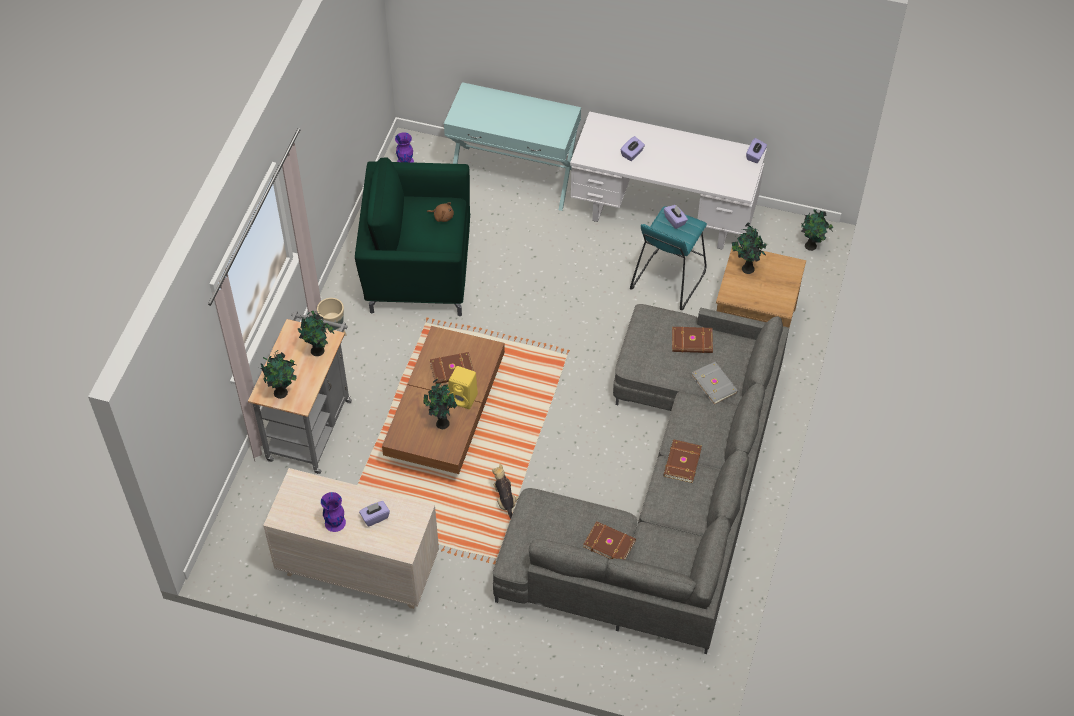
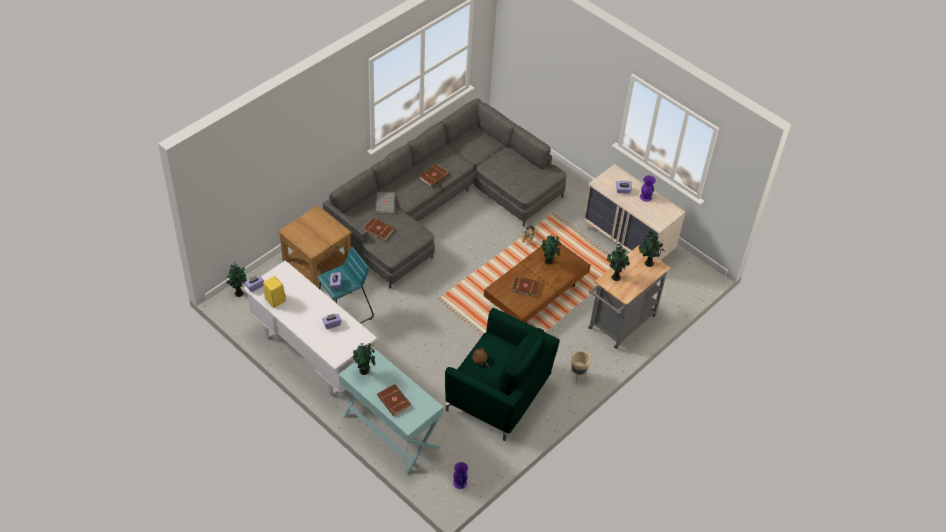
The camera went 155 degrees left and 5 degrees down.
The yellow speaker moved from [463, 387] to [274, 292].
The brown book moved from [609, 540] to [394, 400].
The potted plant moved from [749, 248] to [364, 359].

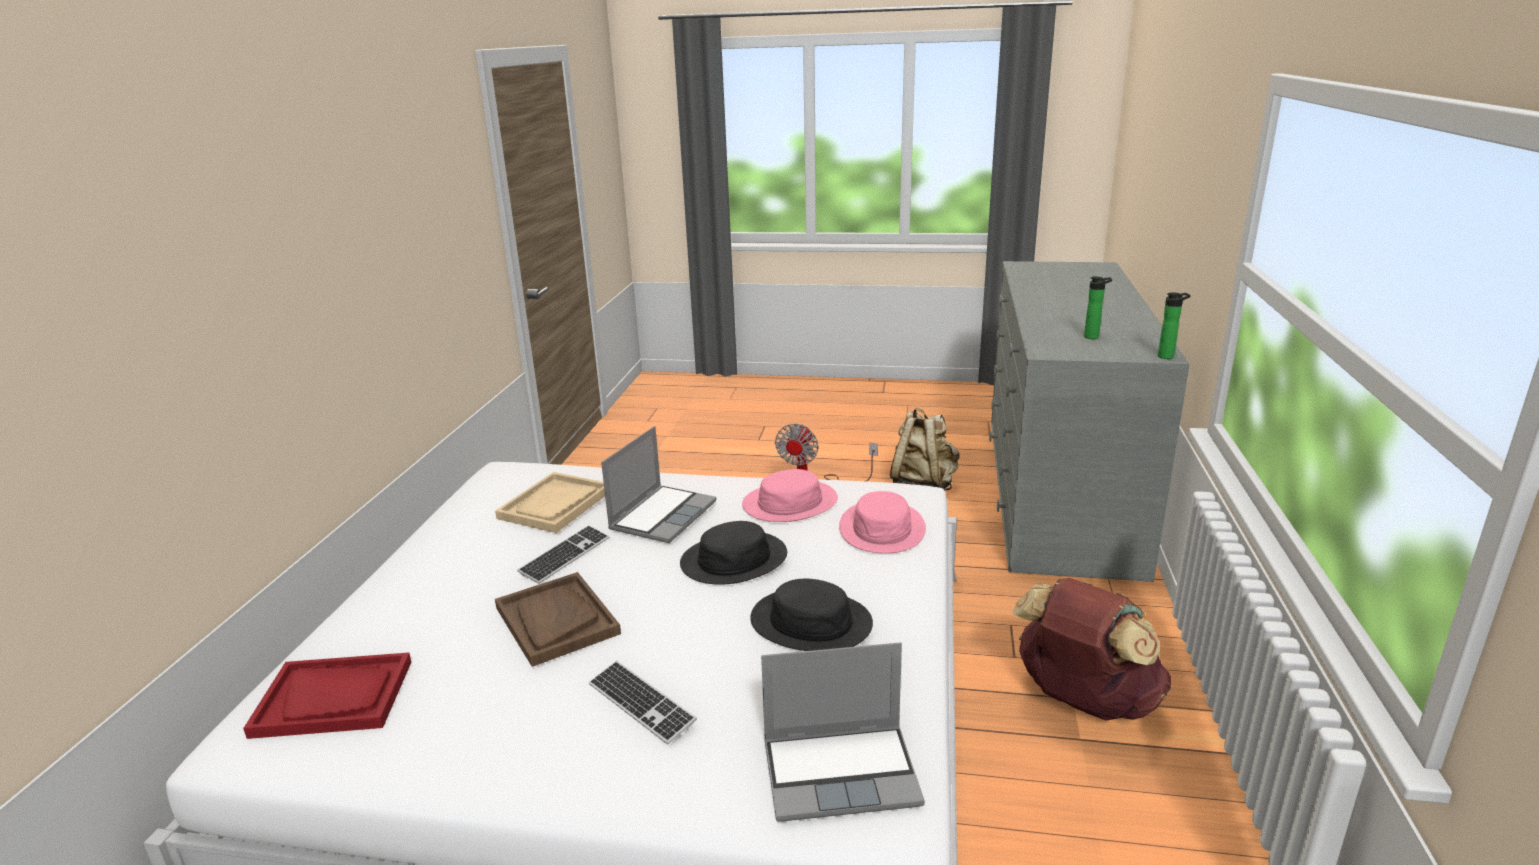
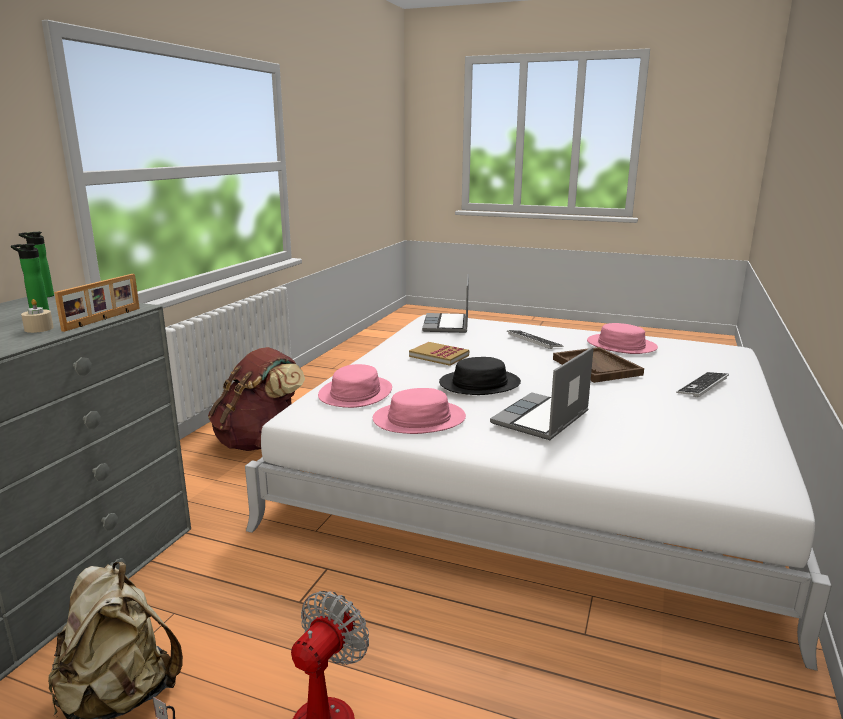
The camera went 170 degrees left and 5 degrees down.
The red tray at [327, 696] disappeared.
The beige tray at [550, 502] disappeared.
The keyboard moved from [563, 554] to [702, 384].
The black hat at [811, 615] was replaced by the book at [439, 354].
The laptop at [843, 732] turned 90 degrees counterclockwise.
The beige candle at [37, 316] appeared.
The picture frame at [97, 303] appeared.
The pink hat at [622, 338] appeared.

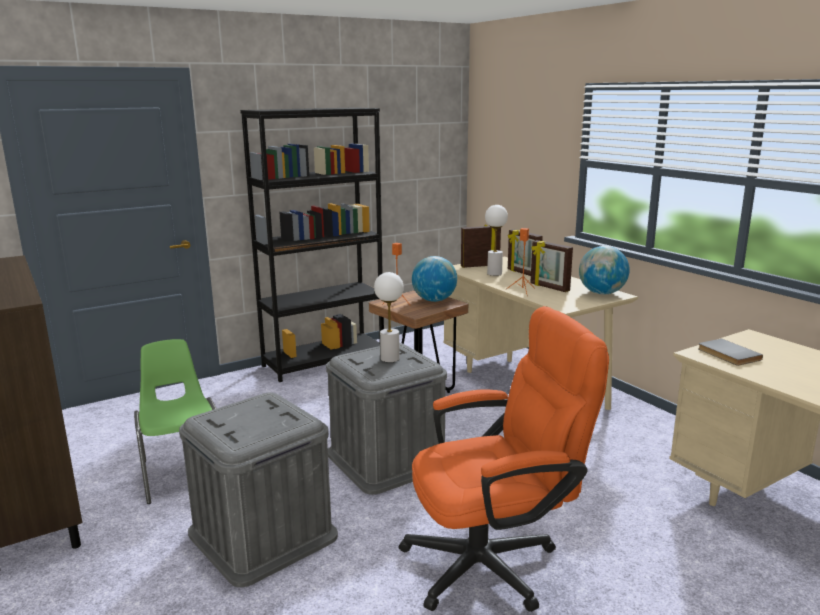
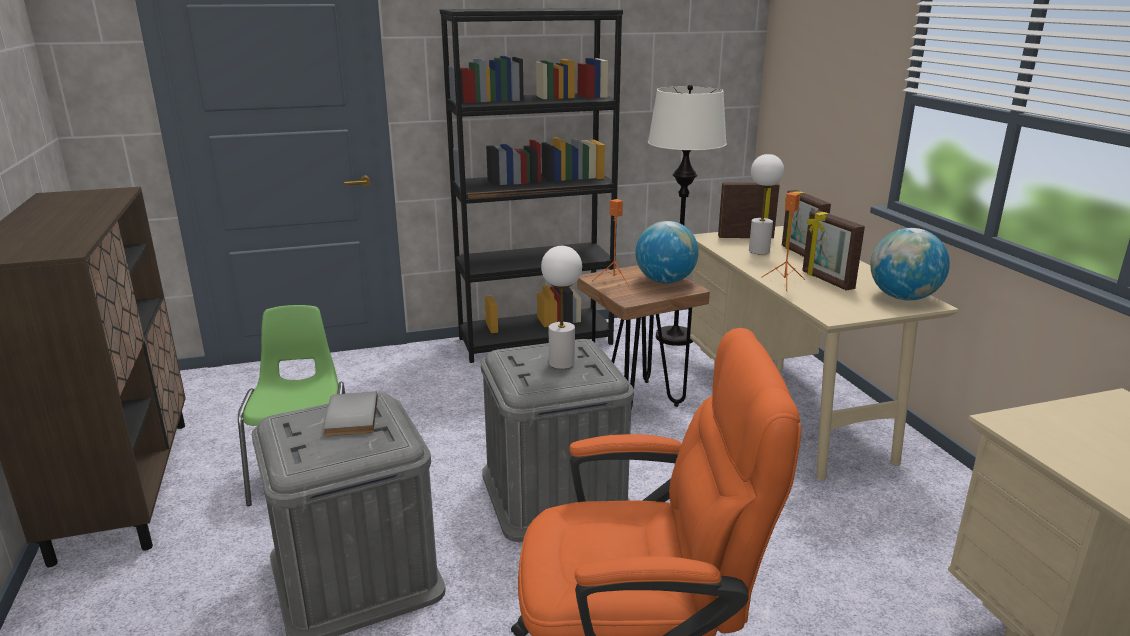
The camera went 15 degrees right and 5 degrees up.
The grey book moved from [730, 352] to [350, 414].
The white floor lamp at [687, 215] appeared.

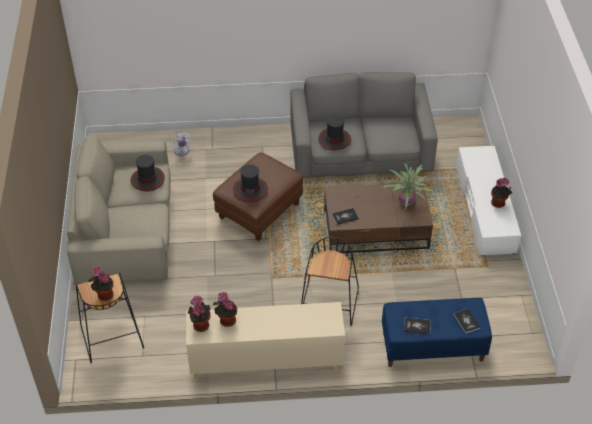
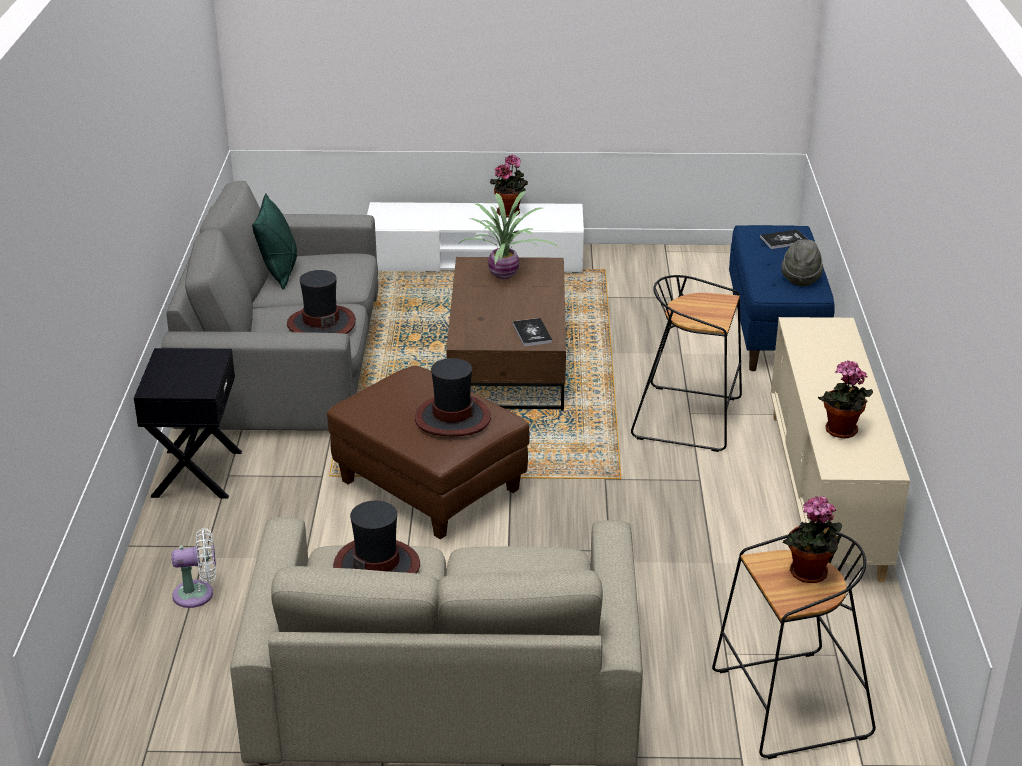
The camera went 85 degrees left and 15 degrees down.
The potted plant at [199, 314] disappeared.
The book at [417, 326] was replaced by the grey hat at [802, 262].
The black side table at [188, 423] appeared.
The green pillow at [274, 241] appeared.

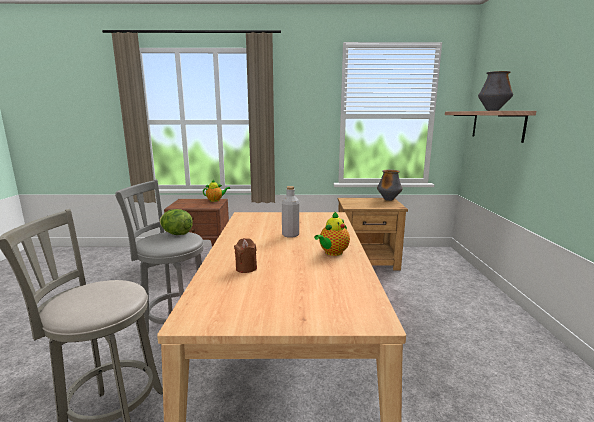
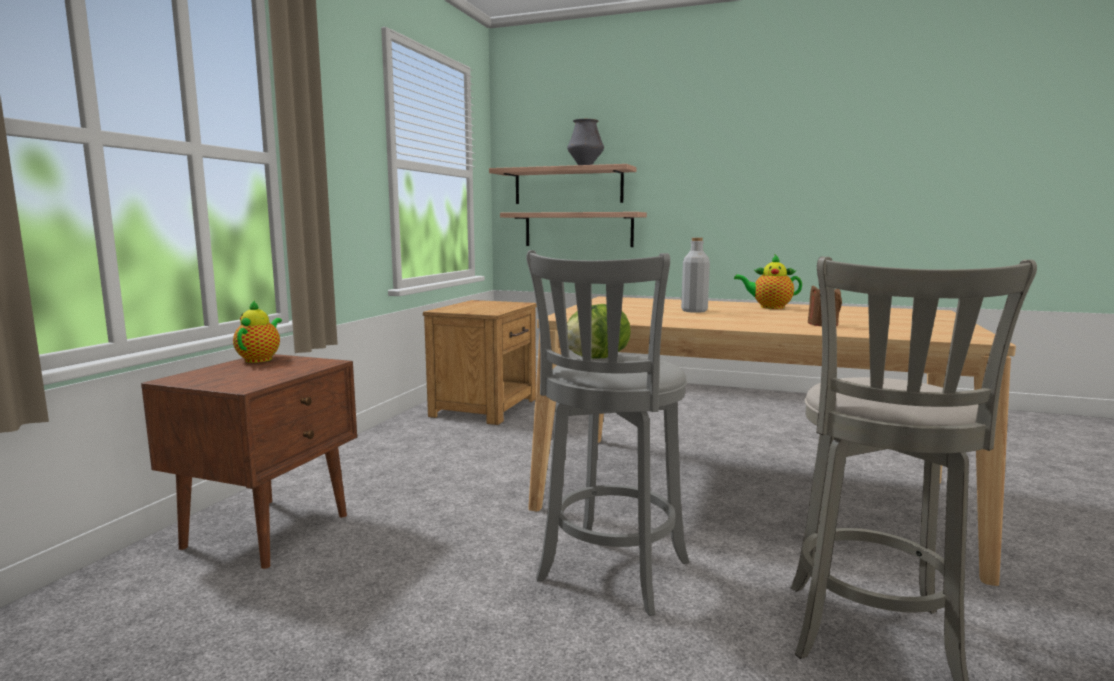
The camera went 70 degrees left and 5 degrees down.
The teapot at [332, 234] turned 135 degrees clockwise.
The vase at [390, 185] disappeared.
The shelf at [573, 229] appeared.

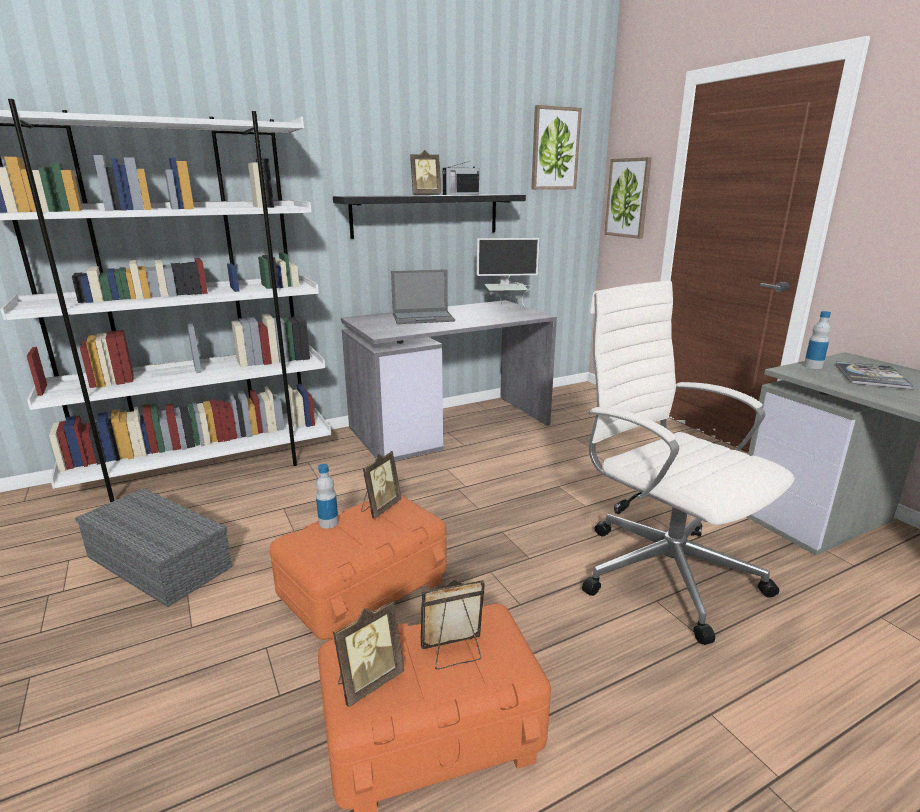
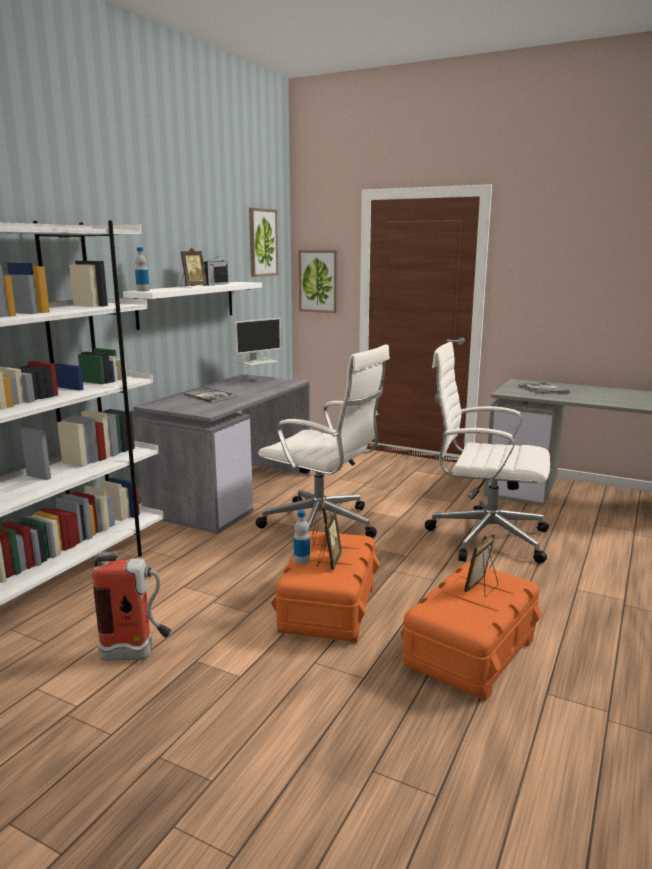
The camera went 35 degrees left and 5 degrees down.
The grey storage box at [153, 547] was replaced by the fire extinguisher at [132, 605].
The black shelf at [429, 216] became the white shelf at [192, 306].
The picture frame moved from [368, 653] to [329, 540].
The laptop at [423, 296] was replaced by the book at [210, 395].
The bottle moved from [817, 340] to [142, 269].
The white office chair at [322, 441] appeared.

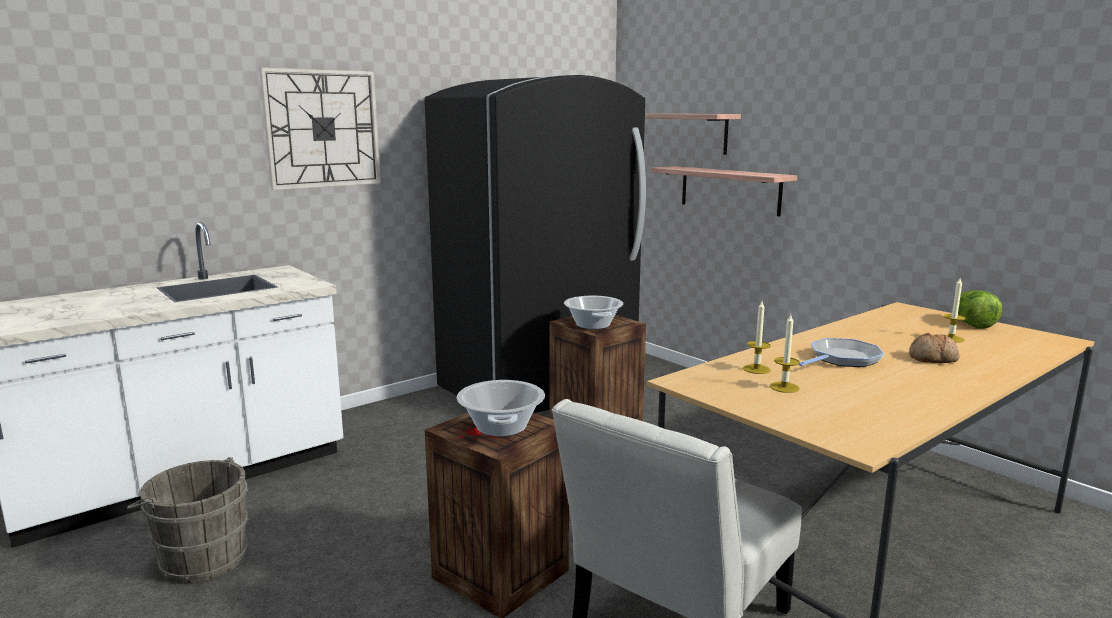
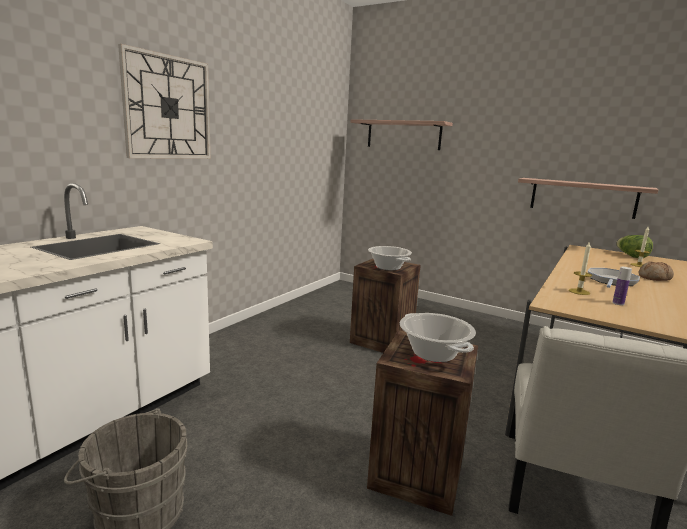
The camera went 20 degrees left and 0 degrees up.
The black fridge at [535, 244] disappeared.
The shelf moved from [724, 191] to [588, 198].
The candle at [785, 354] was replaced by the bottle at [622, 286].

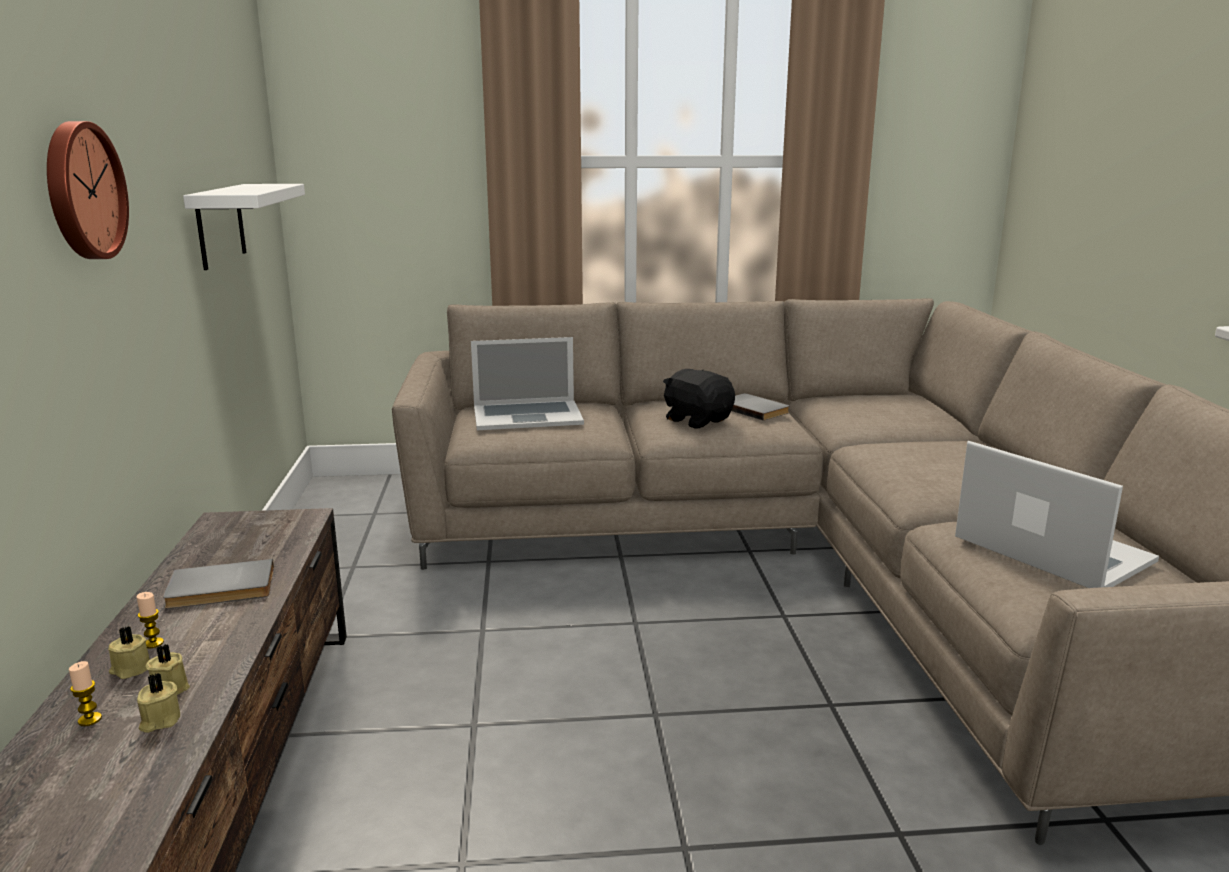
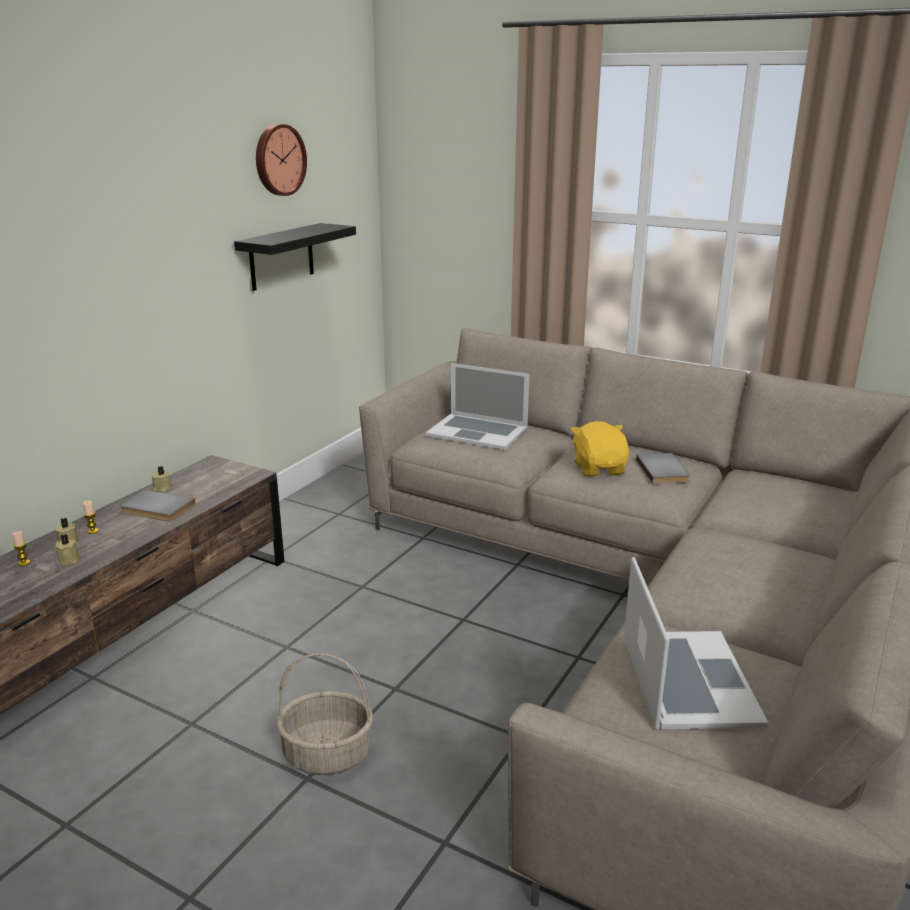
The camera went 35 degrees right and 5 degrees up.
The wall clock moved from [88, 190] to [281, 160].
The beige candle moved from [158, 703] to [162, 479].
The white shelf at [244, 227] became the black shelf at [295, 257].
The black plush toy at [699, 398] became the yellow plush toy at [600, 449].
The basket at [325, 714] appeared.

